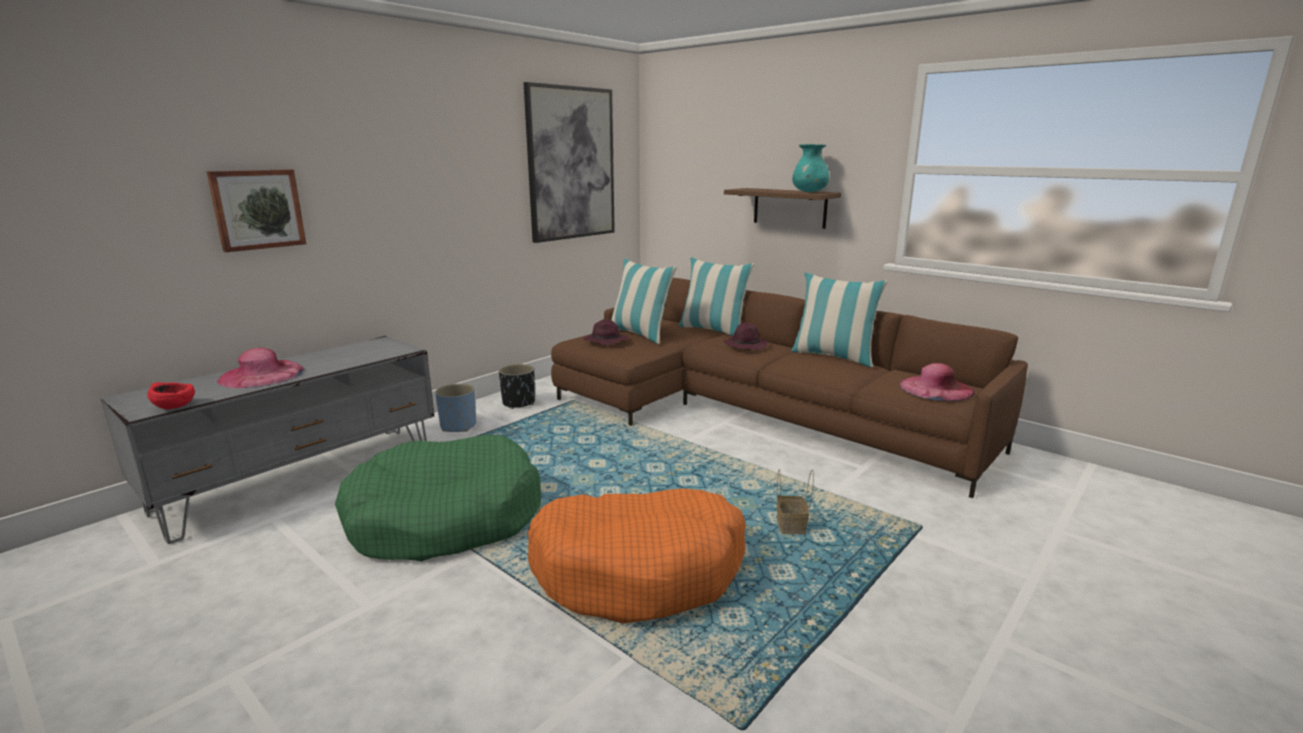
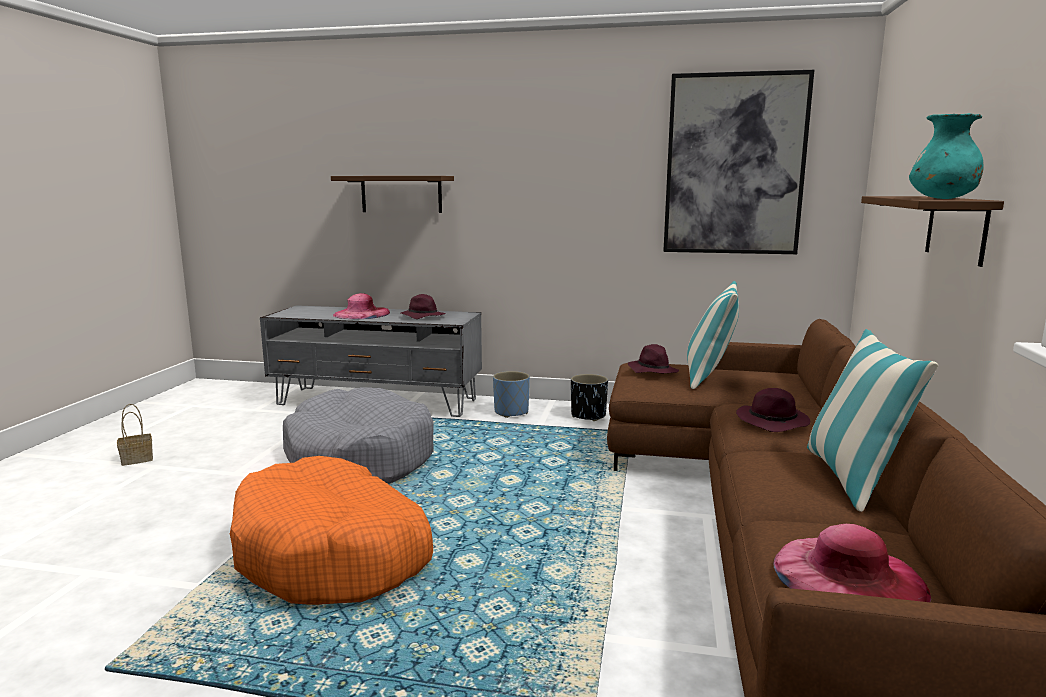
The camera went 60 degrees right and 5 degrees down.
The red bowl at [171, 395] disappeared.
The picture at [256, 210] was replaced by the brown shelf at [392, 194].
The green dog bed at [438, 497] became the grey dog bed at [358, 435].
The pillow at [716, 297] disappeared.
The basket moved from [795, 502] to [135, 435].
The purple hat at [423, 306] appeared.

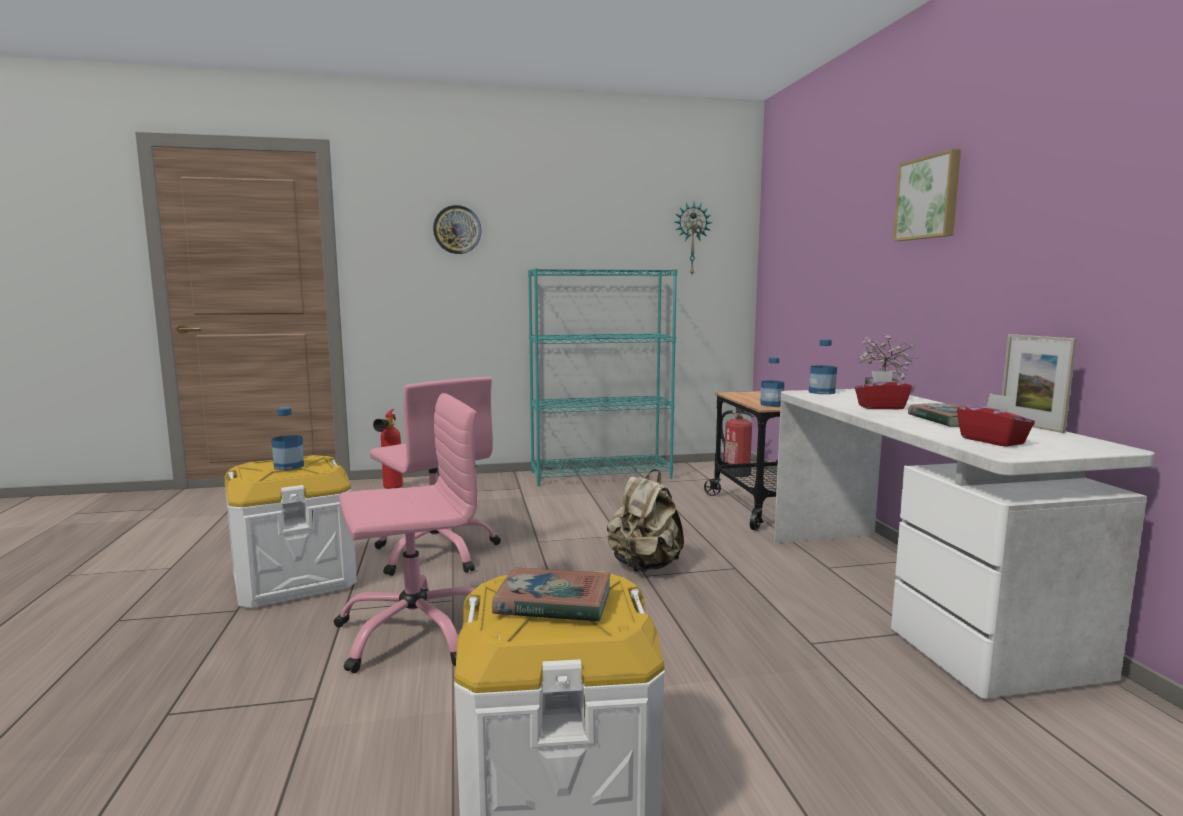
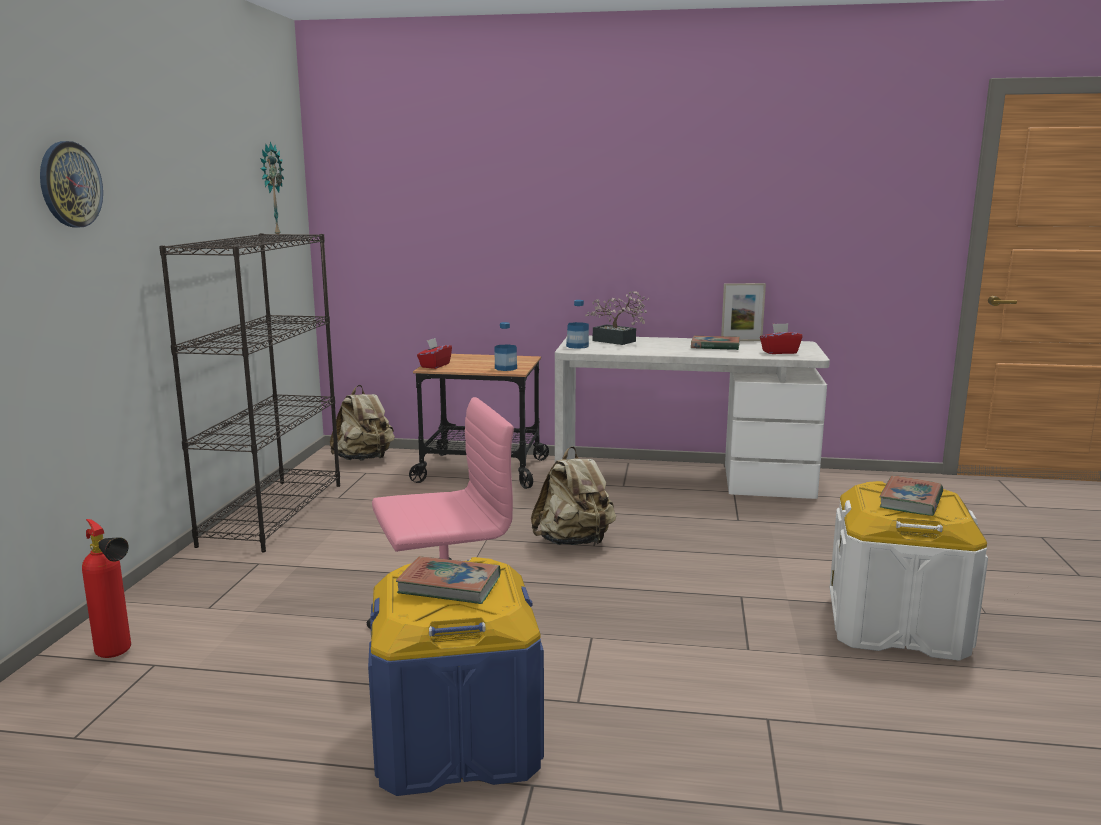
The camera went 70 degrees left and 5 degrees up.
The white storage box at [290, 531] became the blue storage box at [456, 676].
The bottle at [287, 438] was replaced by the book at [448, 580].
The pink office chair at [405, 533] disappeared.
The turquoise bookcase at [602, 377] became the black bookcase at [249, 392].
The fire extinguisher at [737, 442] was replaced by the beige backpack at [362, 423].
The red tissue box moved from [883, 390] to [434, 353].
The picture at [927, 195] disappeared.

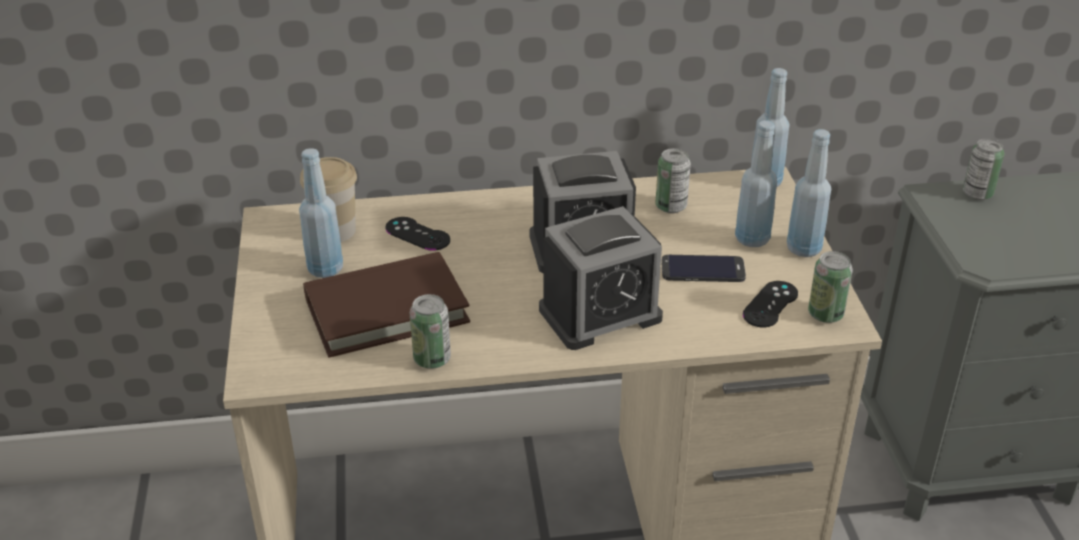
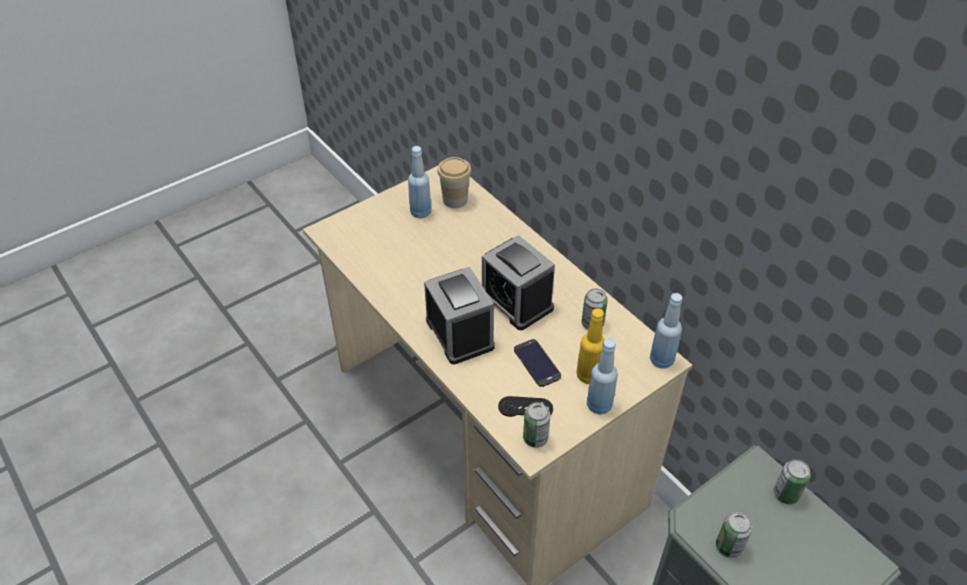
The camera went 60 degrees right and 10 degrees up.
The brown book at [386, 305] disappeared.
The black game controller at [418, 234] disappeared.
The can moved from [430, 331] to [734, 535].
The alarm clock at [601, 278] turned 150 degrees counterclockwise.
The blue bottle at [756, 183] became the yellow bottle at [590, 346].

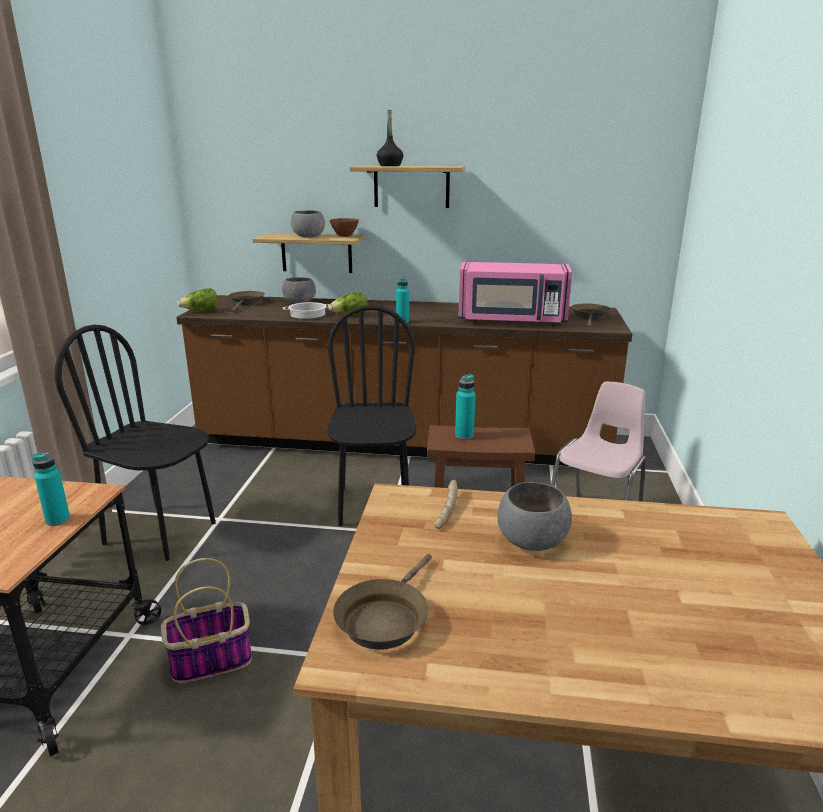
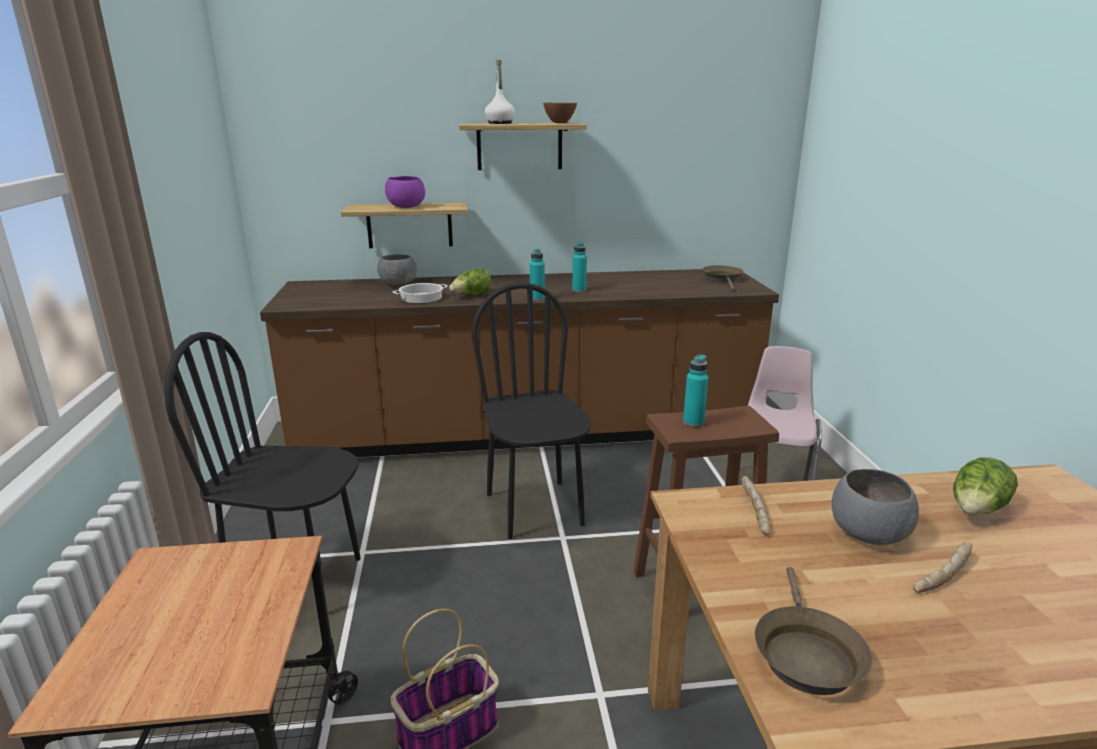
The camera went 15 degrees left and 0 degrees up.
The turquoise bottle moved from [51, 489] to [579, 267].
The lettuce moved from [197, 299] to [985, 486].
The brown frying pan at [247, 301] disappeared.
The grey bowl at [308, 224] became the purple bowl at [405, 192].
The brown bowl moved from [344, 227] to [560, 112].
The black bottle at [390, 138] became the white bottle at [500, 92].
The pink microwave at [515, 293] disappeared.
The bread at [942, 567] appeared.

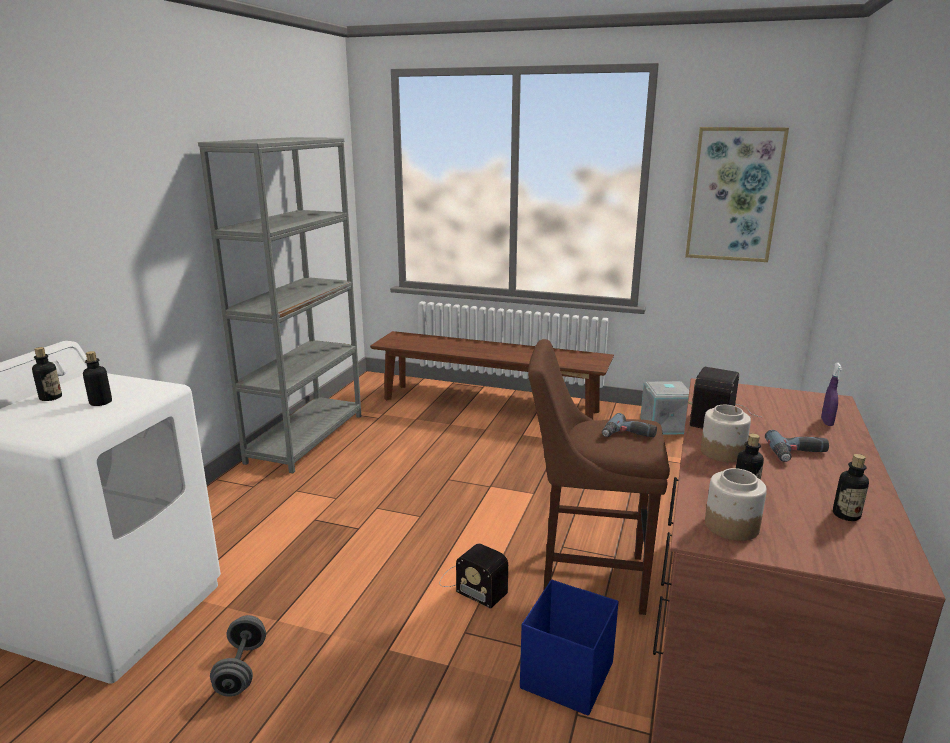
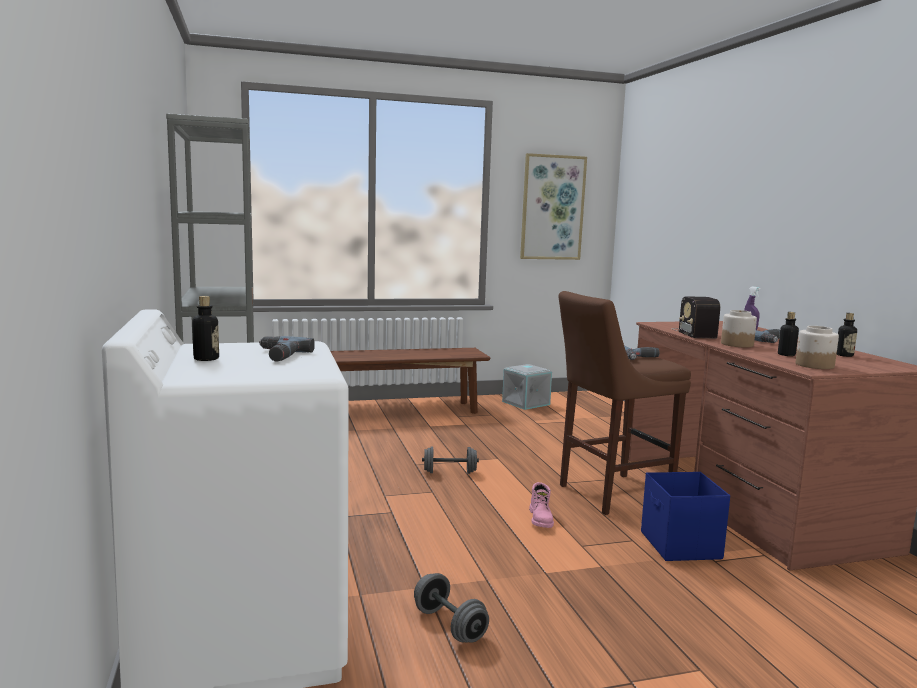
The camera went 35 degrees left and 10 degrees down.
The bottle at [97, 378] was replaced by the power drill at [287, 349].
The radio at [474, 576] was replaced by the pink boot at [541, 505].
The grey dumbbell at [450, 460] appeared.

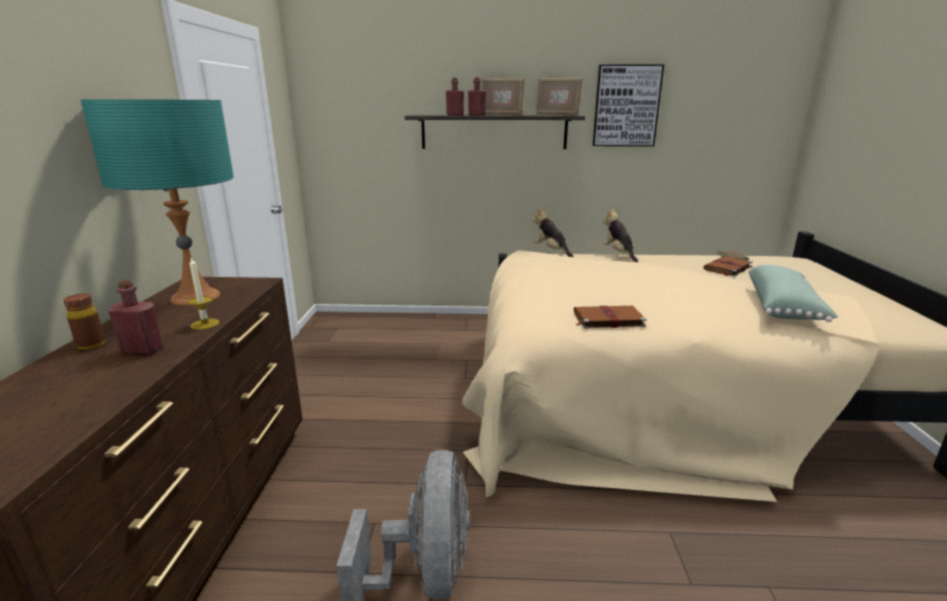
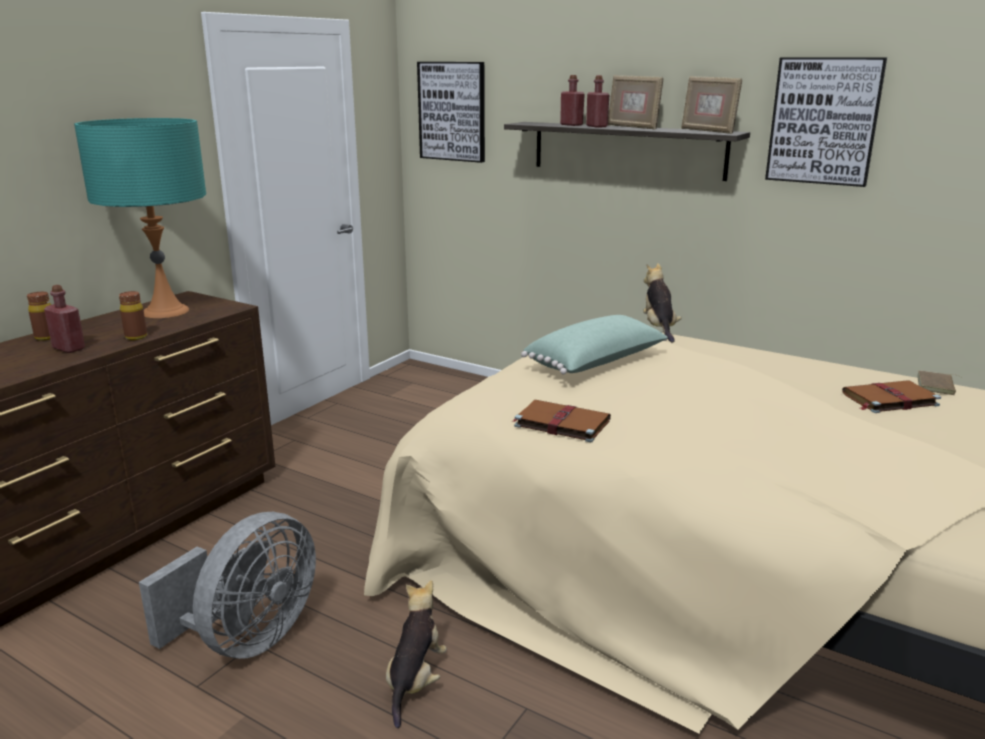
The camera went 30 degrees right and 0 degrees up.
The candle at [204, 293] was replaced by the brown bottle at [133, 315].
The plush toy moved from [620, 235] to [416, 654].
The green pillow moved from [793, 293] to [594, 345].
The picture at [451, 112] appeared.

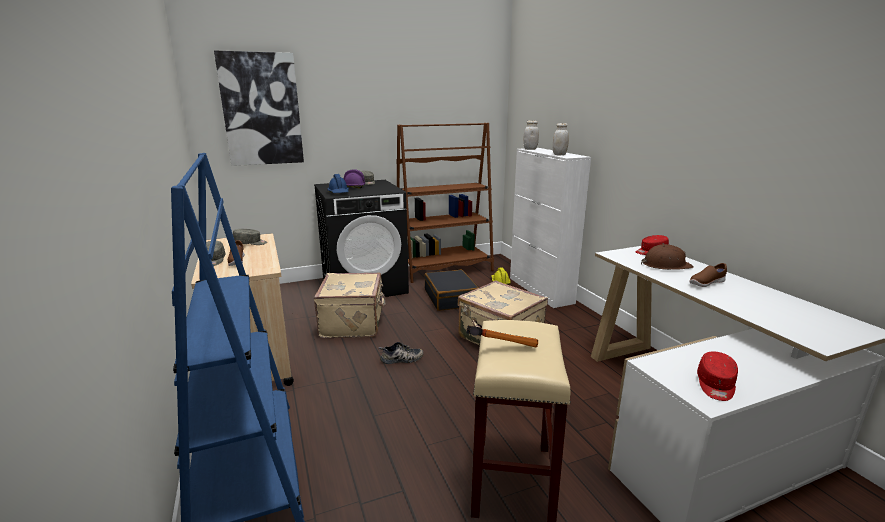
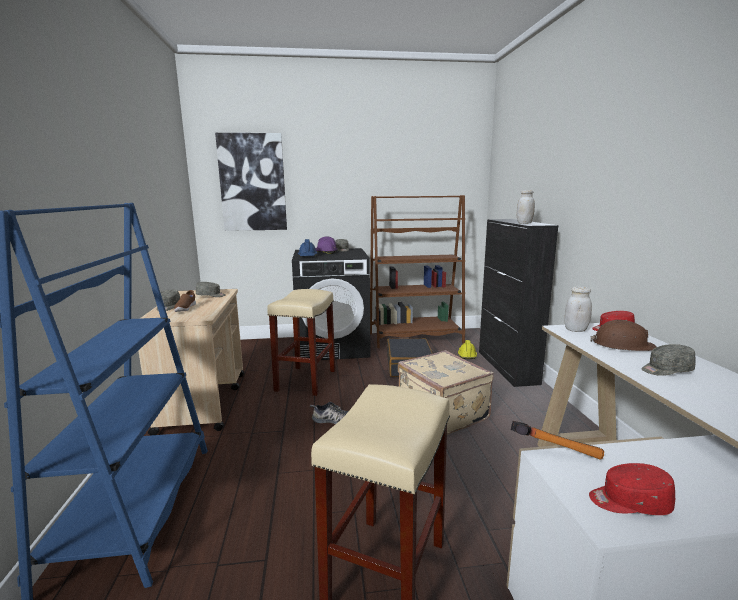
The camera went 15 degrees right and 5 degrees down.
The beige suitcase at [350, 305] was replaced by the beige stool at [301, 342].
The hammer moved from [502, 337] to [557, 440].
The white cabinet at [550, 228] became the black cabinet at [518, 303].
The white jar moved from [531, 135] to [578, 309].
The brown shoe at [708, 275] was replaced by the grey cap at [668, 360].
The red cap at [717, 376] turned 60 degrees clockwise.

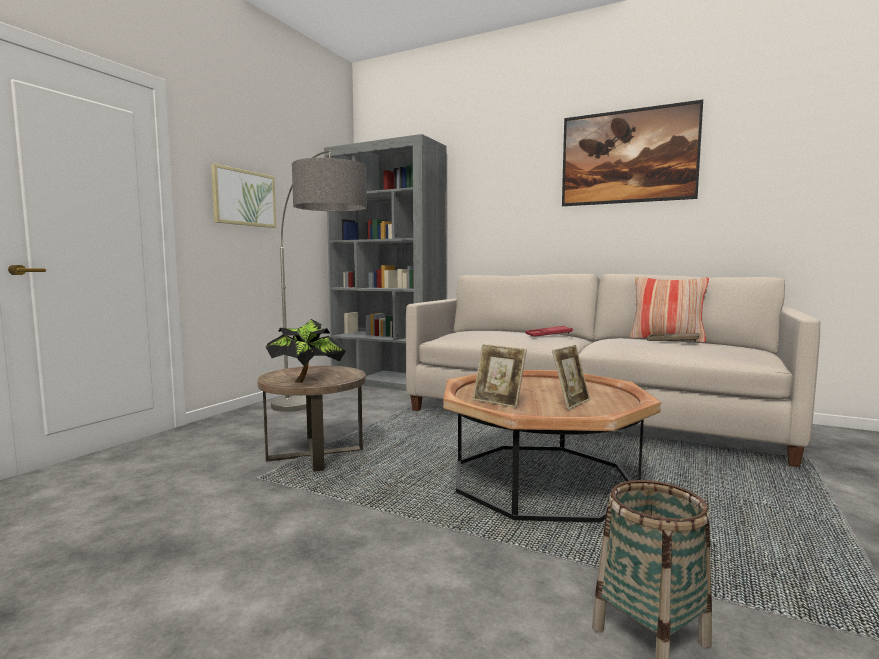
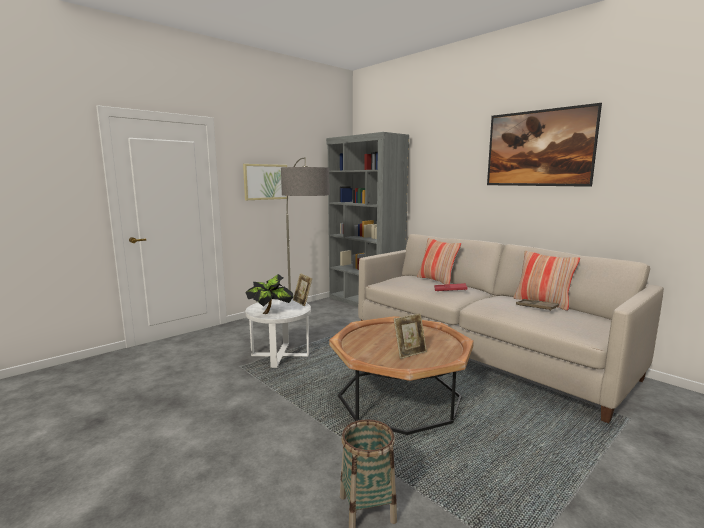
The camera went 20 degrees right and 5 degrees up.
The brown side table at [311, 419] became the white side table at [278, 333].
The picture frame moved from [499, 376] to [302, 289].
The pillow at [439, 261] appeared.

